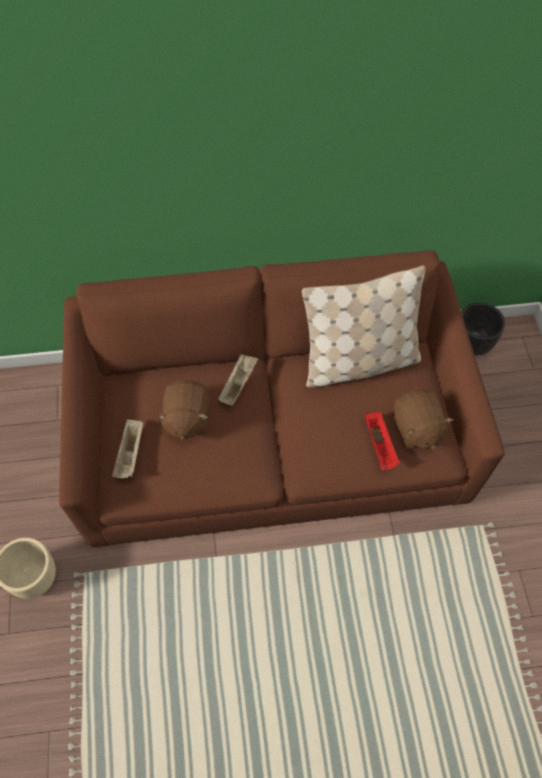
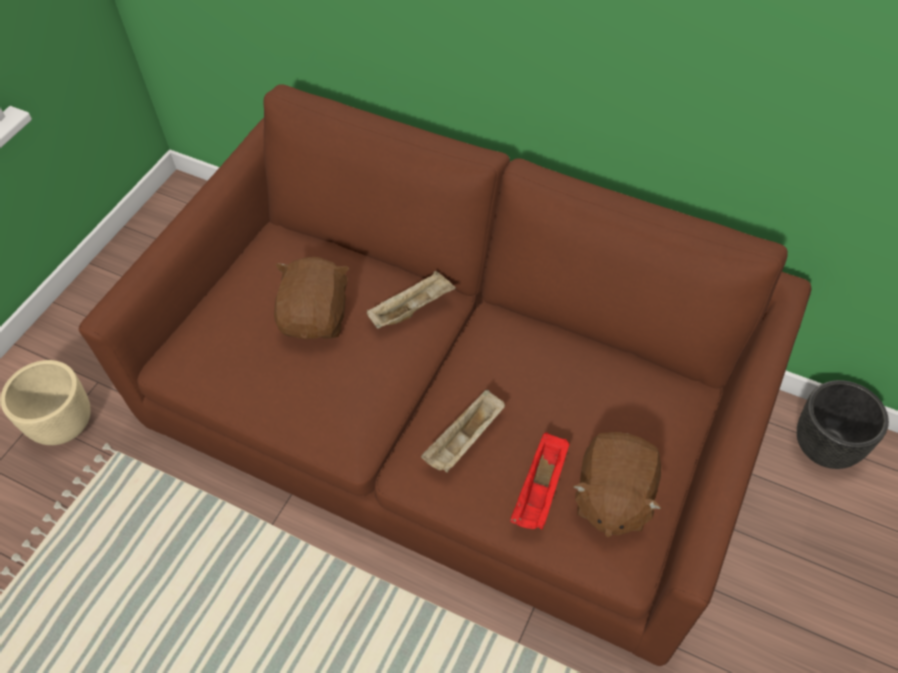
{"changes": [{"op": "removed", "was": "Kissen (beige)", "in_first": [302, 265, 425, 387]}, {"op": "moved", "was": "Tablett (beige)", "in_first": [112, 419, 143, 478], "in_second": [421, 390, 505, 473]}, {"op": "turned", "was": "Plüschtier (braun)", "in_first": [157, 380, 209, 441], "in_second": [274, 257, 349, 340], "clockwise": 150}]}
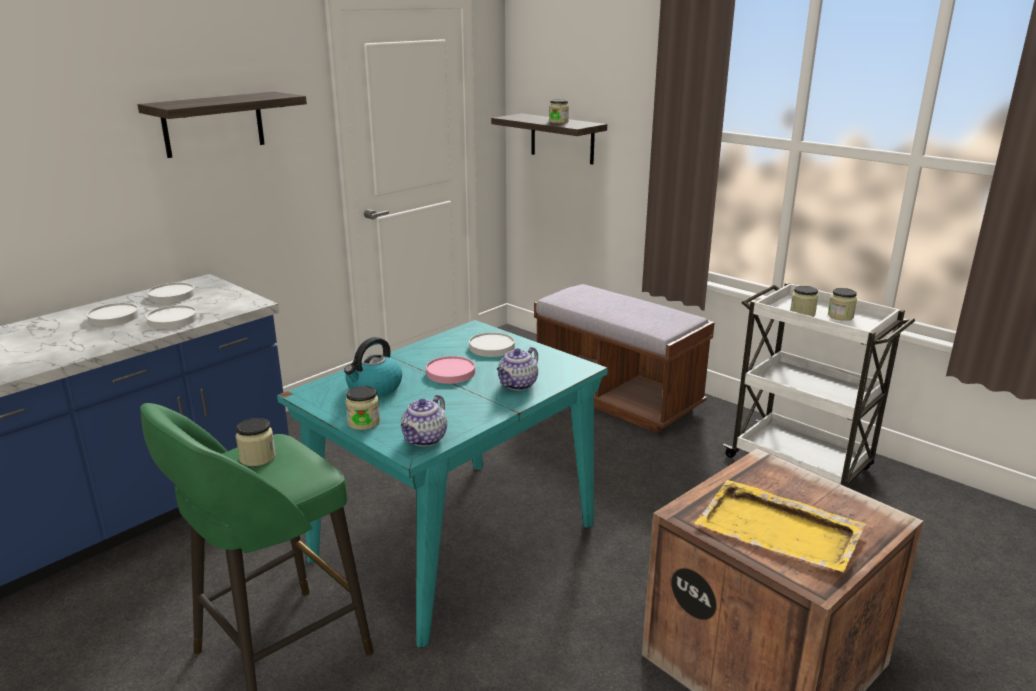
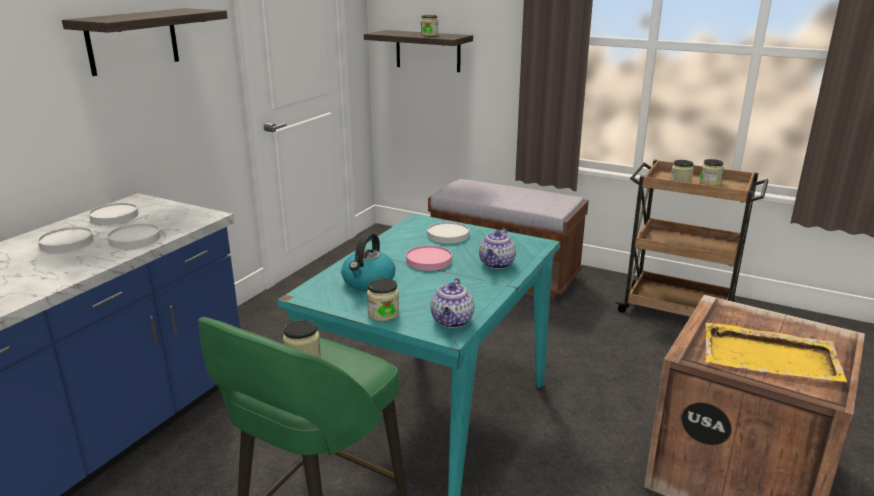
{"changes": [{"op": "recoloured", "was": "Rollwagen (weiß)", "now": "Rollwagen (braun)", "in_first": [723, 282, 915, 487], "in_second": [615, 159, 768, 317]}]}
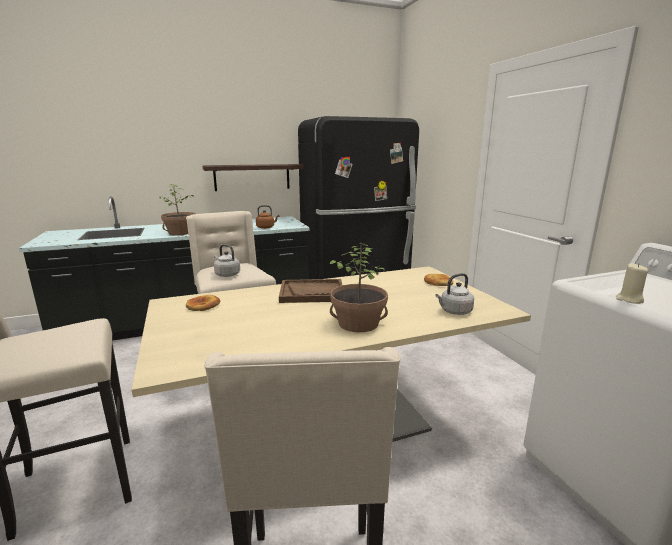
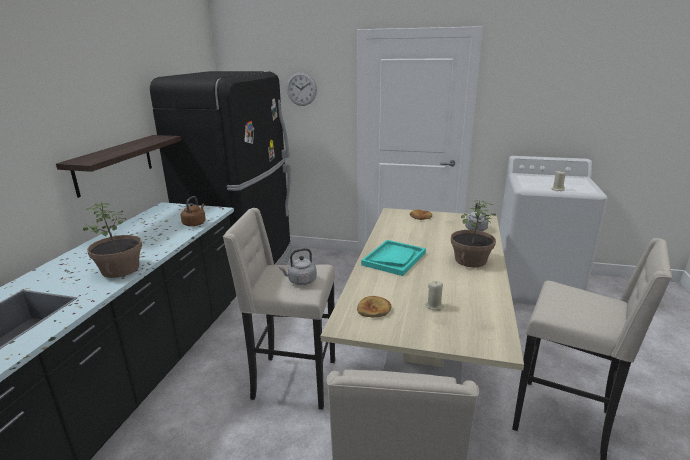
{"changes": [{"op": "added", "now": "Wanduhr", "in_second": [286, 72, 317, 106]}, {"op": "added", "now": "Kerze (beige)", "in_second": [425, 281, 444, 311]}, {"op": "recoloured", "was": "Tablett (braun)", "now": "Tablett (türkis)", "in_first": [279, 279, 342, 303], "in_second": [361, 240, 426, 276]}]}
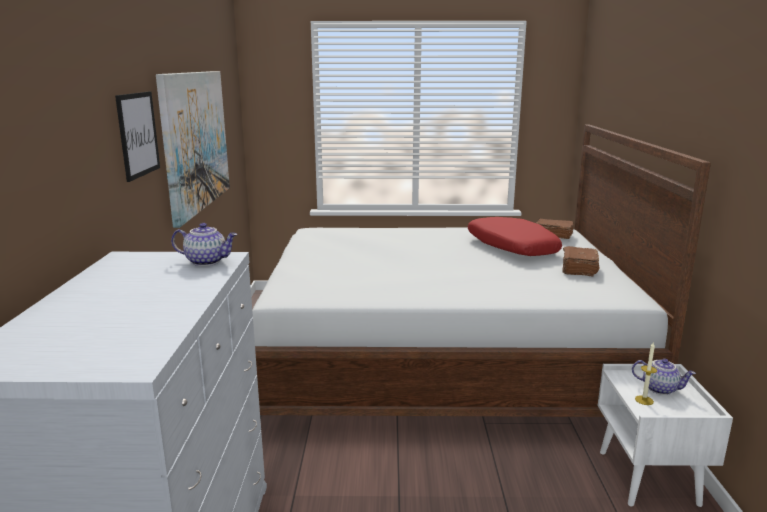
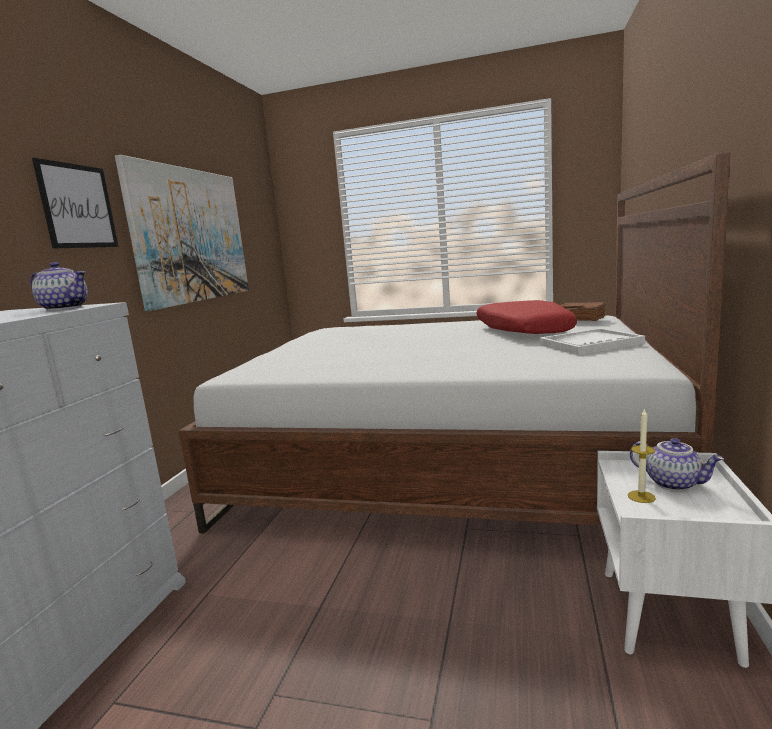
{"changes": [{"op": "replaced", "was": "Buch (braun)", "now": "Tablett (weiß)", "in_first": [563, 246, 599, 277], "in_second": [539, 328, 645, 355]}]}
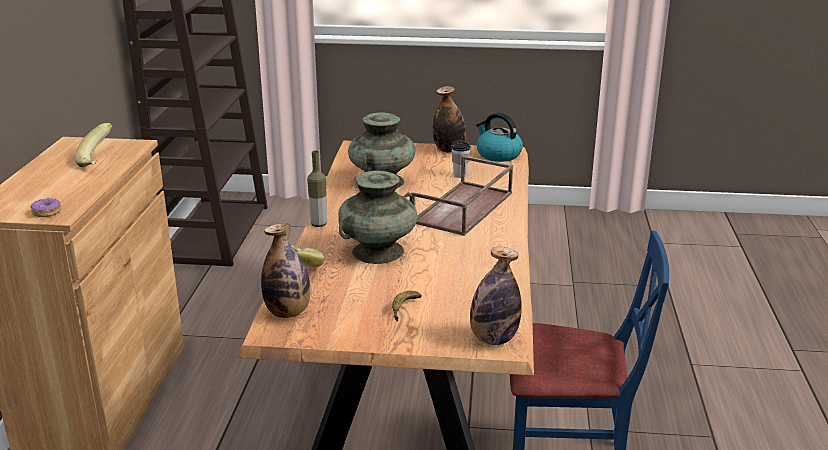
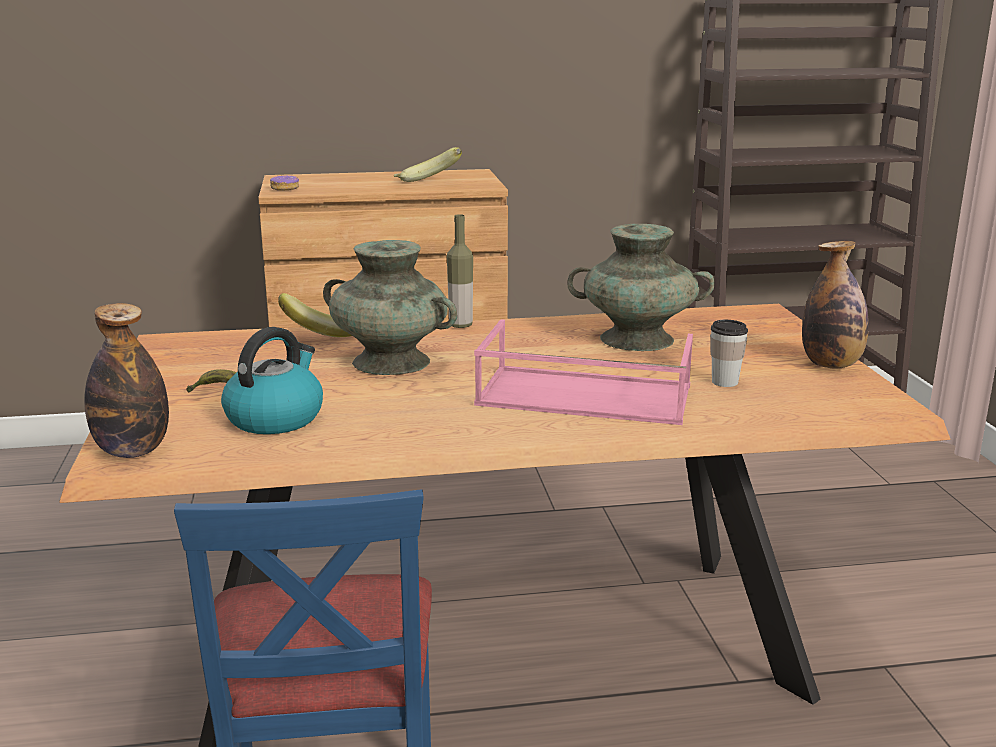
{"changes": [{"op": "removed", "was": "Flasche", "in_first": [261, 223, 310, 318]}, {"op": "moved", "was": "Wasserkessel", "in_first": [476, 113, 523, 162], "in_second": [221, 327, 323, 434]}, {"op": "recoloured", "was": "Tablett (braun)", "now": "Tablett (rosa)", "in_first": [411, 156, 513, 236], "in_second": [474, 319, 693, 425]}]}
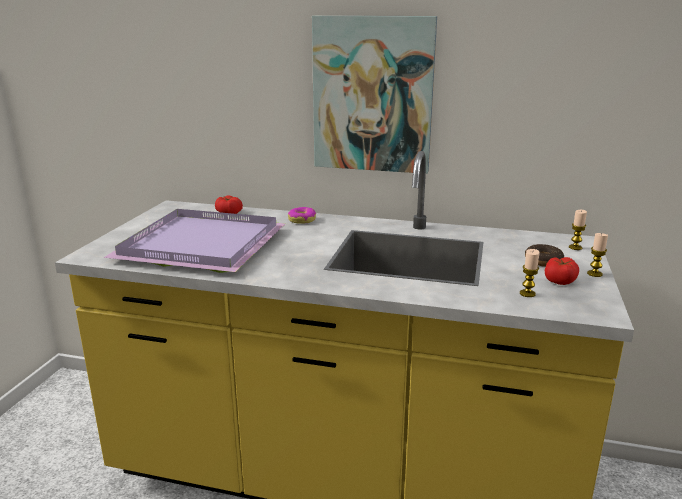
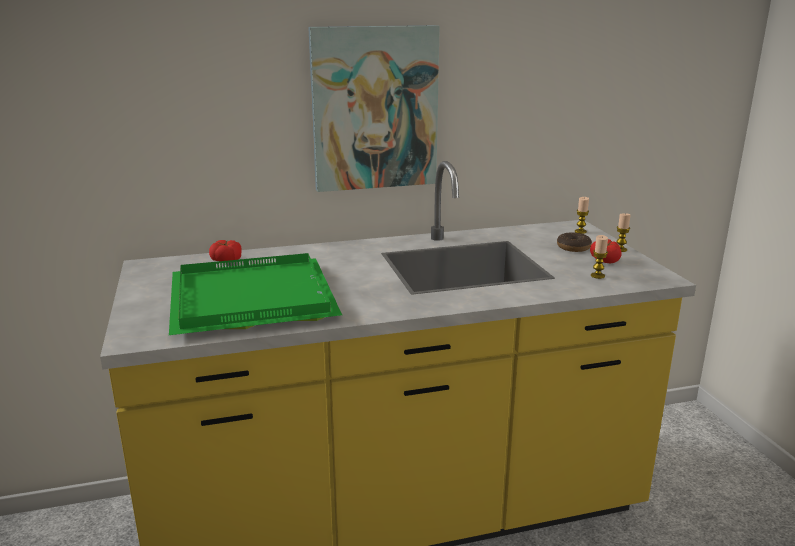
{"changes": [{"op": "removed", "was": "Donut", "in_first": [288, 207, 316, 224]}, {"op": "recoloured", "was": "Tablett (lila)", "now": "Tablett (grün)", "in_first": [103, 209, 286, 273], "in_second": [169, 253, 342, 335]}]}
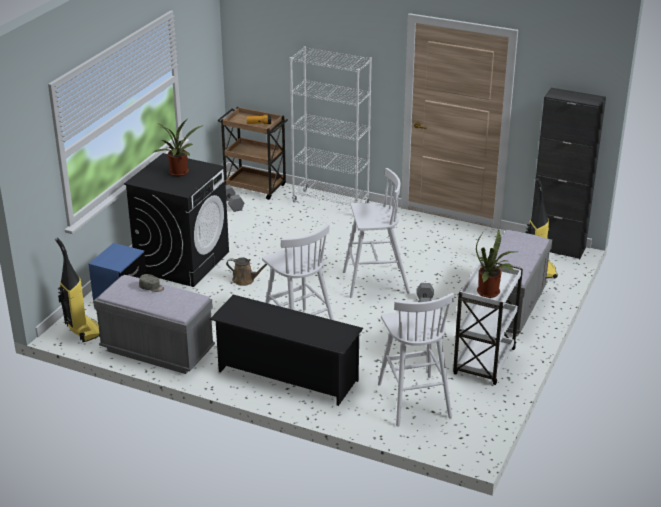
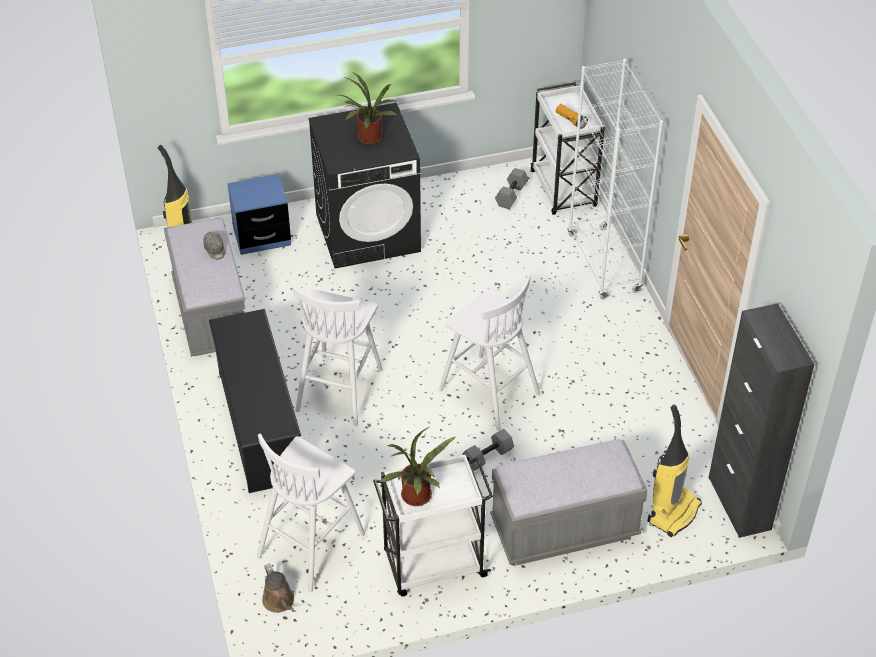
{"changes": [{"op": "moved", "was": "Gießkanne (braun)", "in_first": [226, 257, 267, 286], "in_second": [262, 564, 294, 613]}, {"op": "recoloured", "was": "Rollwagen (braun)", "now": "Rollwagen (weiß)", "in_first": [218, 107, 288, 200], "in_second": [530, 82, 605, 215]}]}
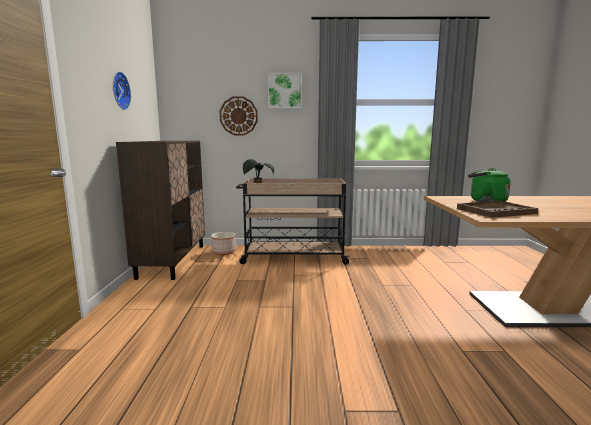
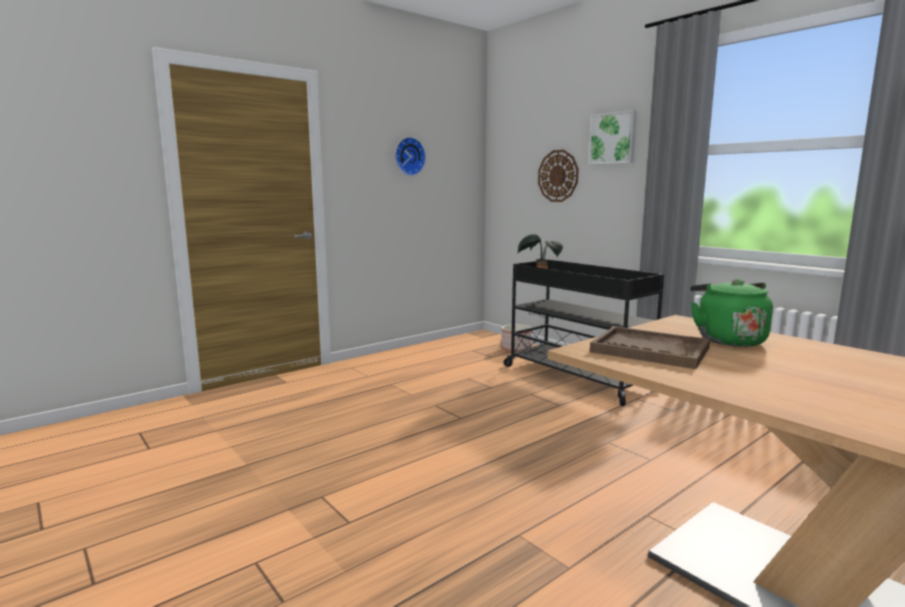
{"changes": [{"op": "removed", "was": "Schrank (braun)", "in_first": [116, 141, 205, 280]}, {"op": "recoloured", "was": "Rollwagen (beige)", "now": "Rollwagen (schwarz)", "in_first": [236, 178, 350, 265], "in_second": [504, 260, 664, 406]}]}
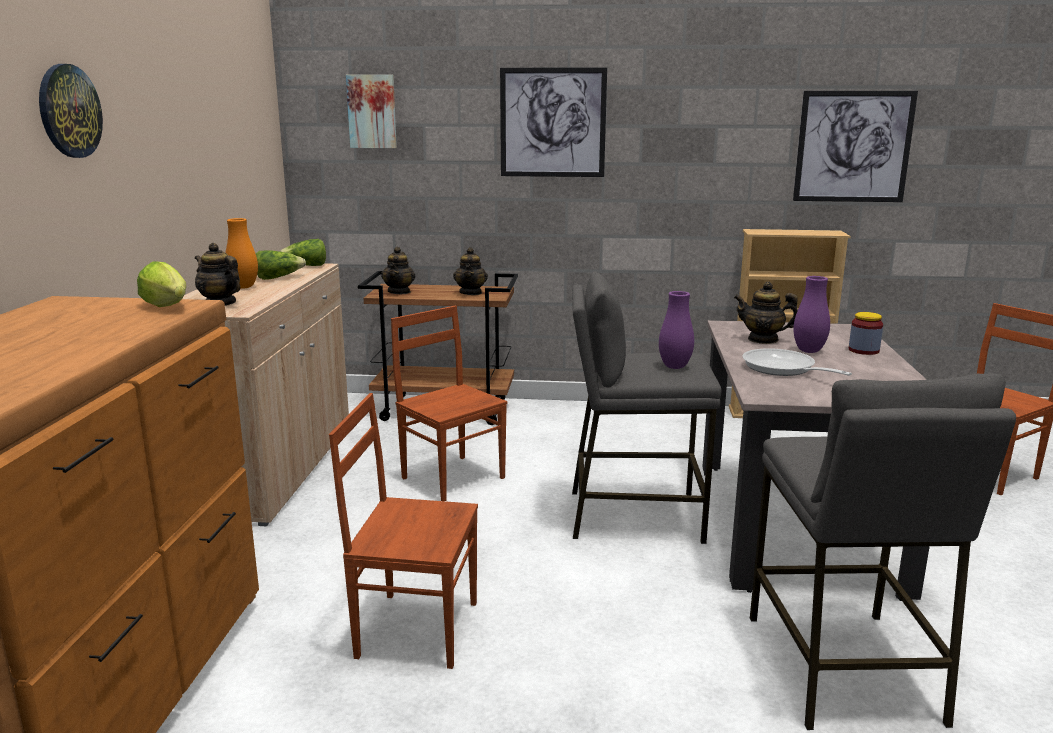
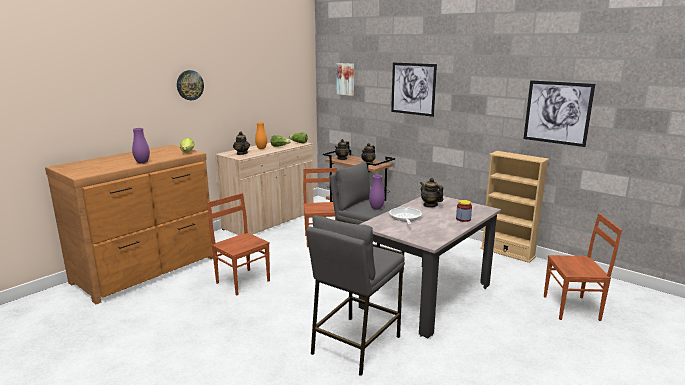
{"changes": [{"op": "moved", "was": "Vase (lila)", "in_first": [793, 276, 830, 353], "in_second": [132, 128, 150, 164]}]}
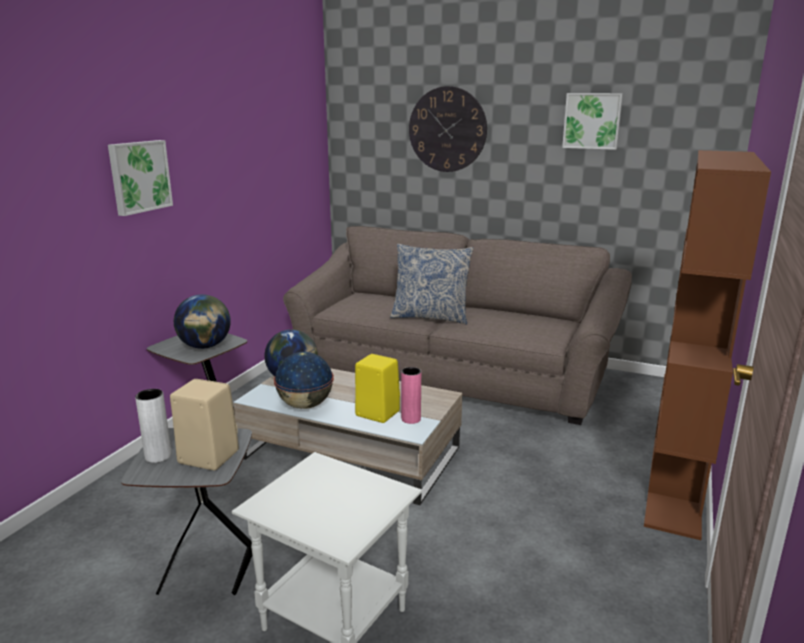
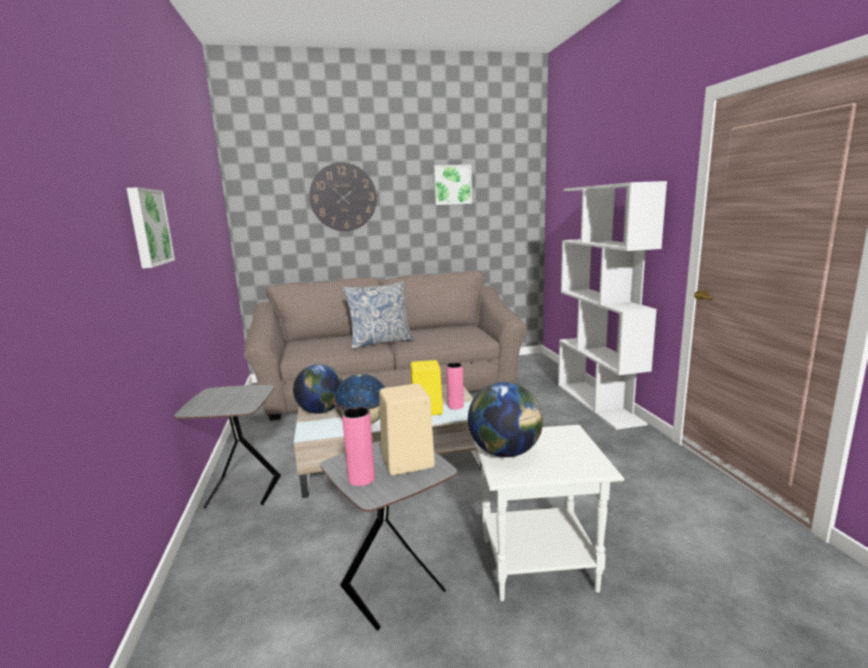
{"changes": [{"op": "moved", "was": "Globus", "in_first": [174, 294, 231, 349], "in_second": [468, 382, 543, 457]}, {"op": "recoloured", "was": "Vase (weiß)", "now": "Vase (rosa)", "in_first": [135, 389, 172, 463], "in_second": [342, 407, 375, 486]}, {"op": "recoloured", "was": "Bücherregal (braun)", "now": "Bücherregal (weiß)", "in_first": [644, 150, 771, 540], "in_second": [558, 181, 667, 430]}]}
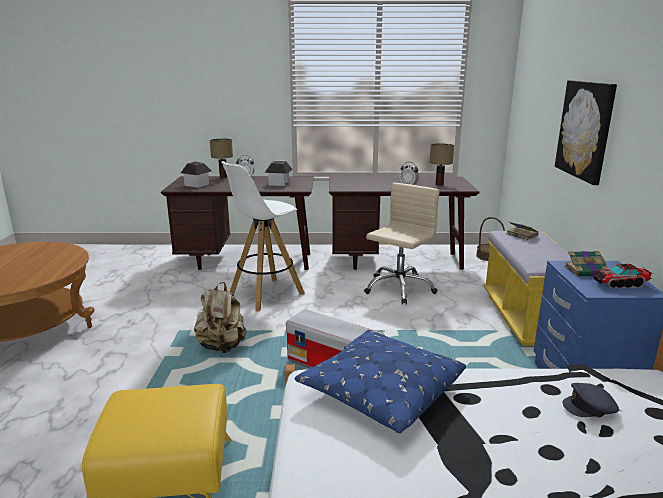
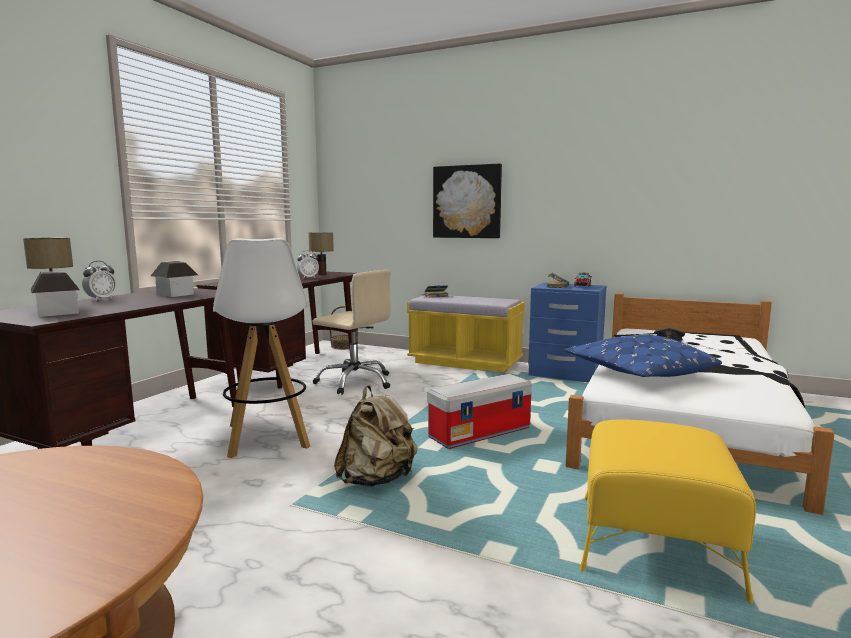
{"changes": [{"op": "turned", "was": "Bürostuhl (beige)", "in_first": [364, 183, 440, 304], "in_second": [313, 270, 391, 395], "clockwise": 150}]}
